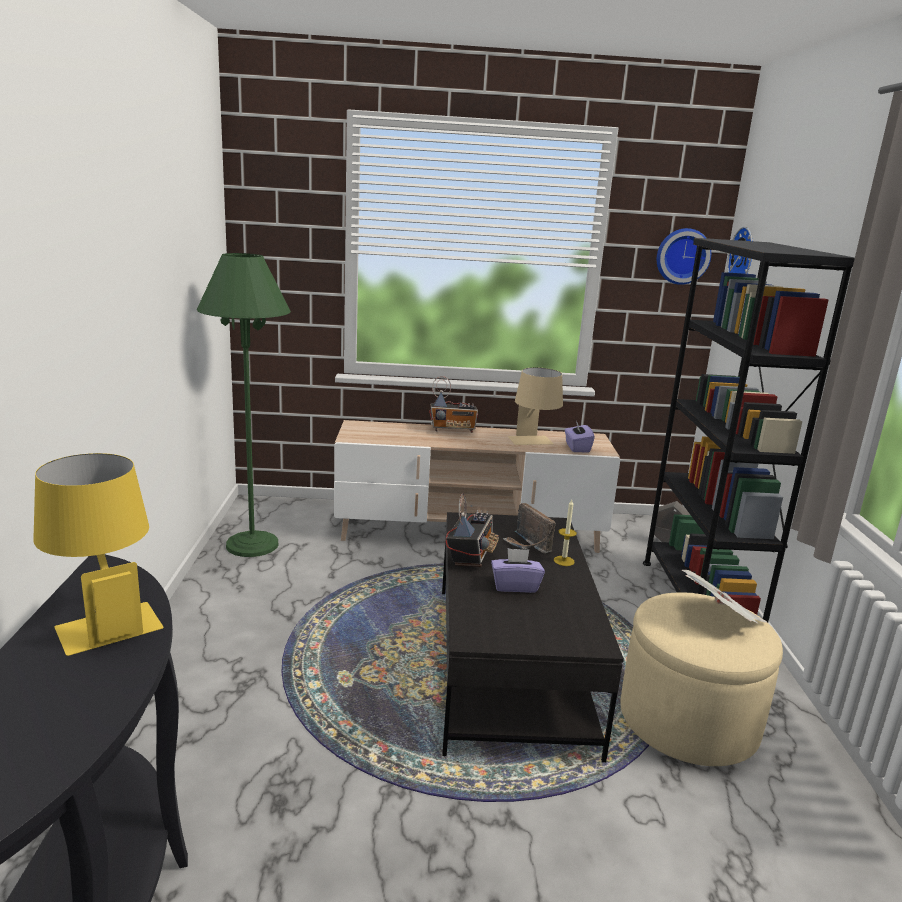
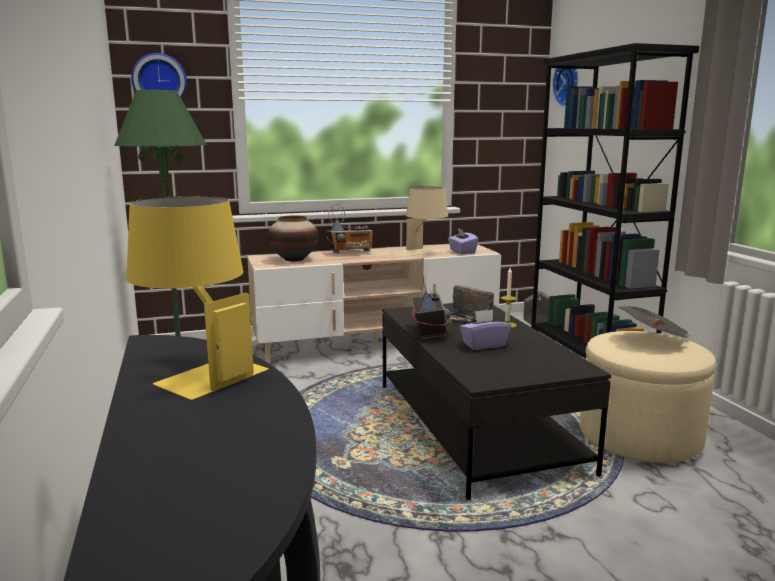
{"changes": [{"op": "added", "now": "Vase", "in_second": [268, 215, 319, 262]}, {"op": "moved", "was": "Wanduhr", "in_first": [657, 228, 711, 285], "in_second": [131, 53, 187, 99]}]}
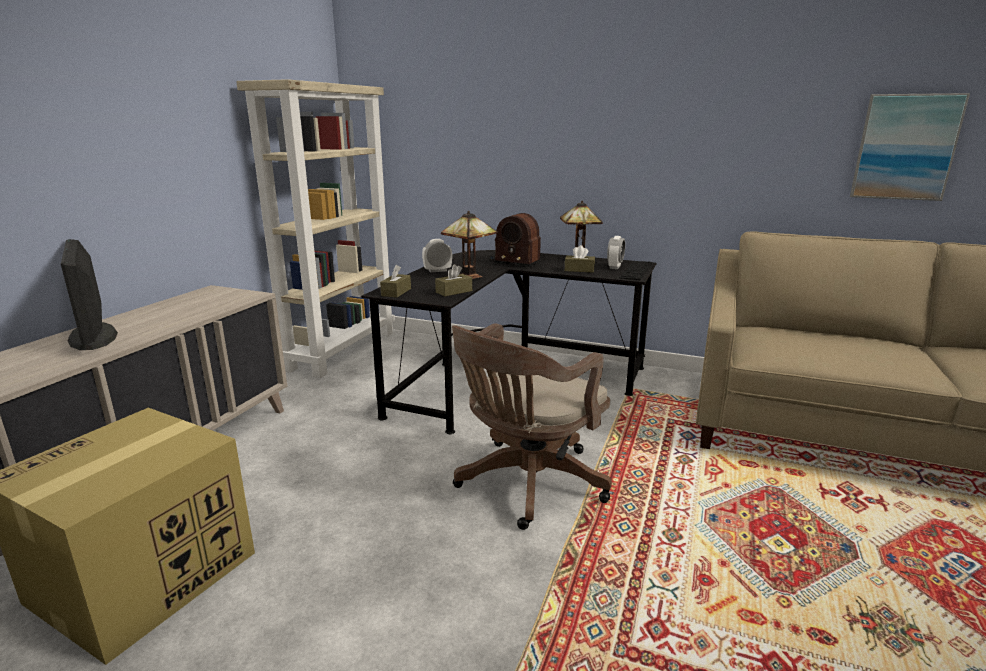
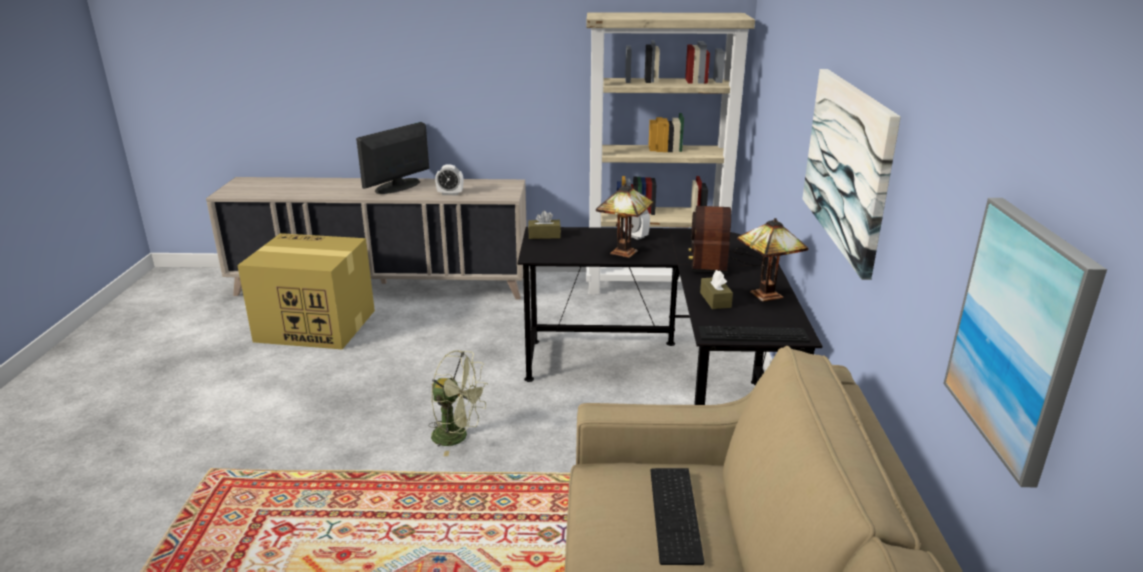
{"changes": [{"op": "removed", "was": "Taschentuchbox (braun)", "in_first": [435, 264, 472, 296]}, {"op": "added", "now": "Tastatur", "in_second": [650, 468, 704, 565]}, {"op": "added", "now": "Bild", "in_second": [802, 69, 901, 280]}, {"op": "moved", "was": "Wecker", "in_first": [607, 236, 625, 269], "in_second": [435, 164, 463, 195]}, {"op": "replaced", "was": "Bürostuhl (braun)", "now": "Ventilator (grün)", "in_first": [452, 323, 612, 530], "in_second": [428, 350, 488, 456]}]}
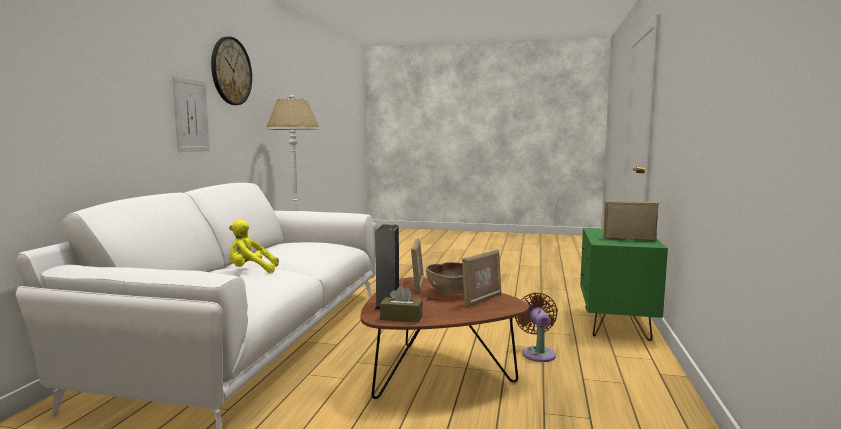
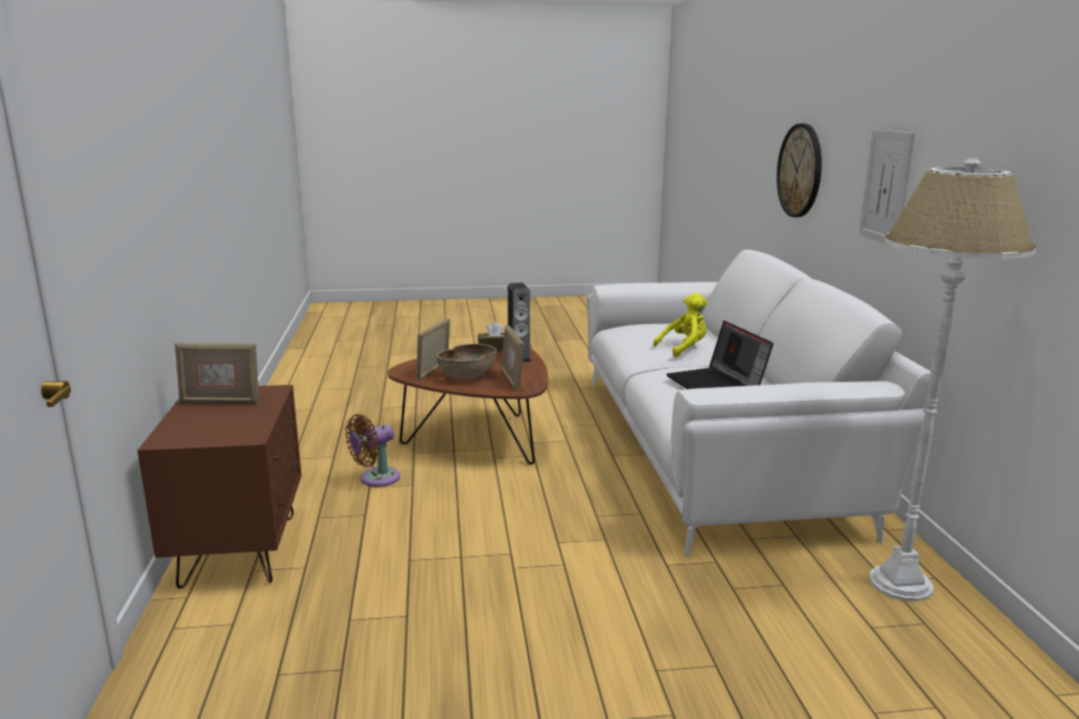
{"changes": [{"op": "added", "now": "Laptop", "in_second": [666, 321, 773, 389]}, {"op": "moved", "was": "Wanduhr", "in_first": [211, 37, 252, 105], "in_second": [777, 124, 822, 217]}, {"op": "recoloured", "was": "Nachttisch (grün)", "now": "Nachttisch (braun)", "in_first": [580, 228, 668, 341], "in_second": [137, 385, 302, 589]}, {"op": "turned", "was": "Ventilator (braun)", "in_first": [515, 292, 558, 362], "in_second": [345, 414, 400, 487], "clockwise": 75}]}
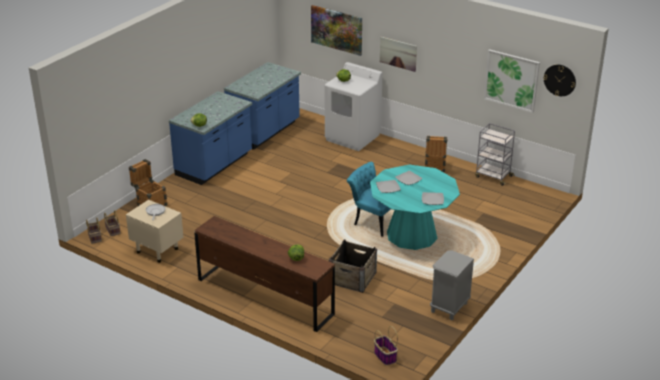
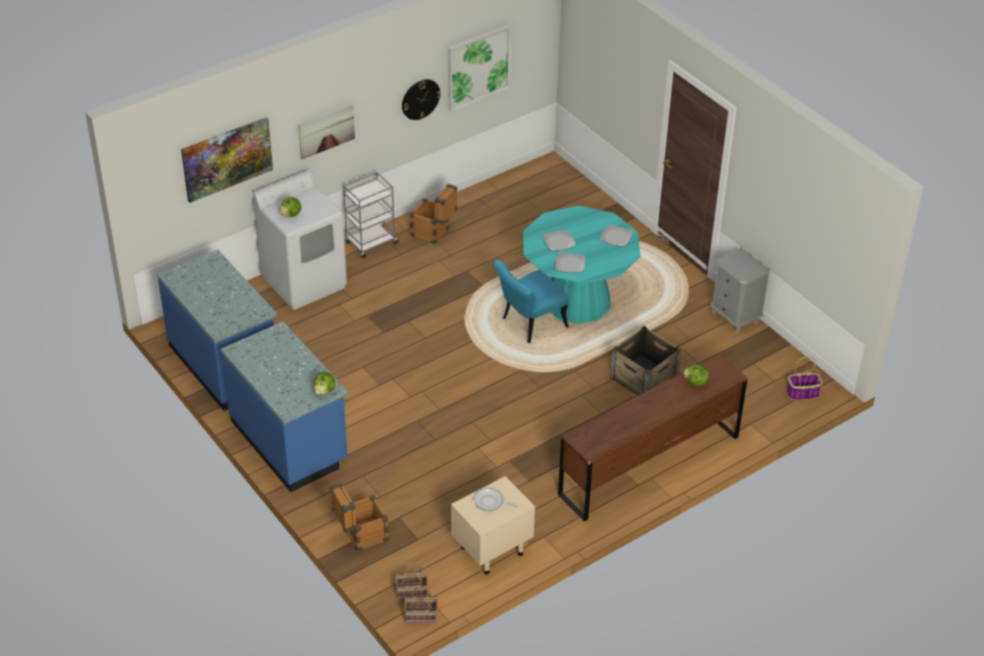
{"changes": [{"op": "moved", "was": "Rollwagen (grau)", "in_first": [475, 123, 515, 186], "in_second": [343, 172, 399, 258]}, {"op": "moved", "was": "Wanduhr", "in_first": [543, 65, 576, 96], "in_second": [402, 79, 441, 120]}]}
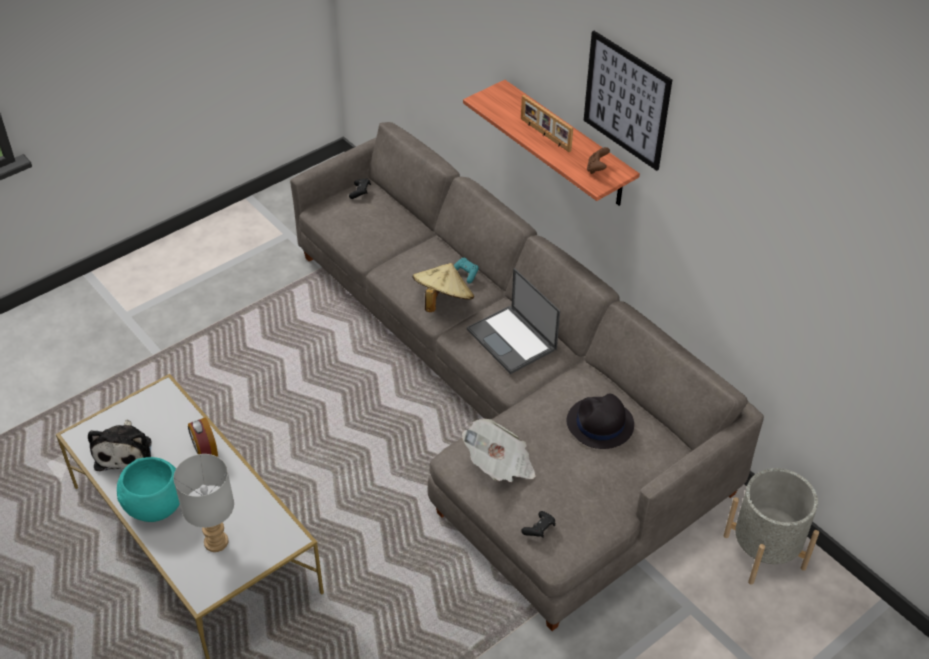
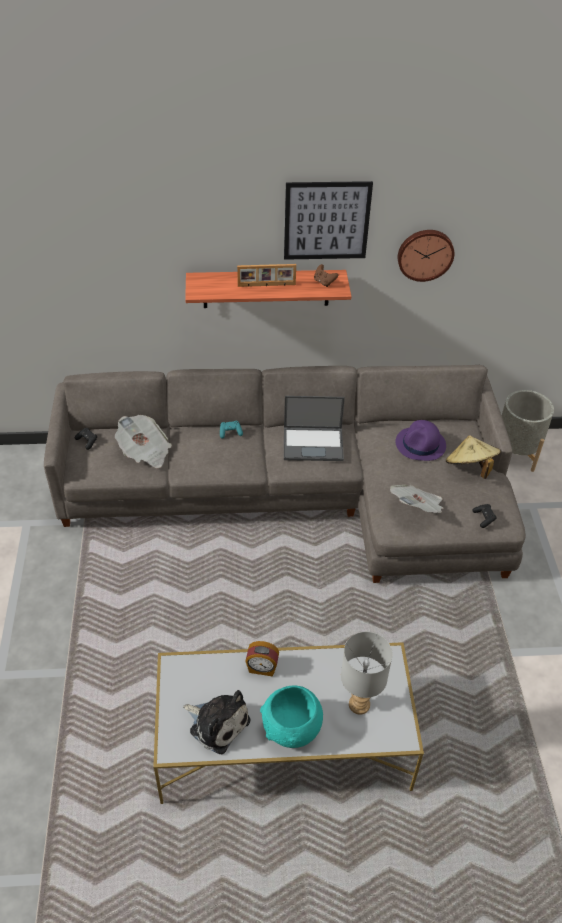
{"changes": [{"op": "added", "now": "Zeitung", "in_second": [115, 415, 171, 468]}, {"op": "added", "now": "Wanduhr", "in_second": [398, 230, 454, 282]}, {"op": "moved", "was": "Hut (beige)", "in_first": [412, 263, 474, 312], "in_second": [446, 435, 501, 479]}, {"op": "recoloured", "was": "Hut (schwarz)", "now": "Hut (lila)", "in_first": [567, 393, 634, 449], "in_second": [396, 420, 446, 461]}]}
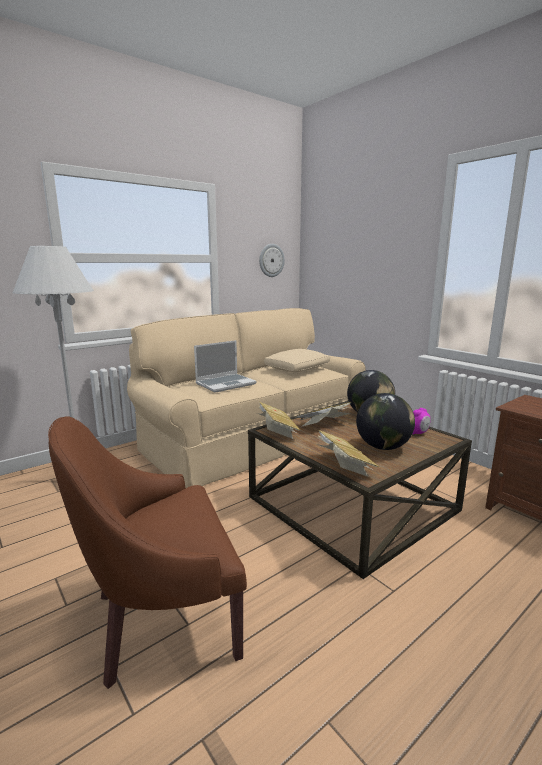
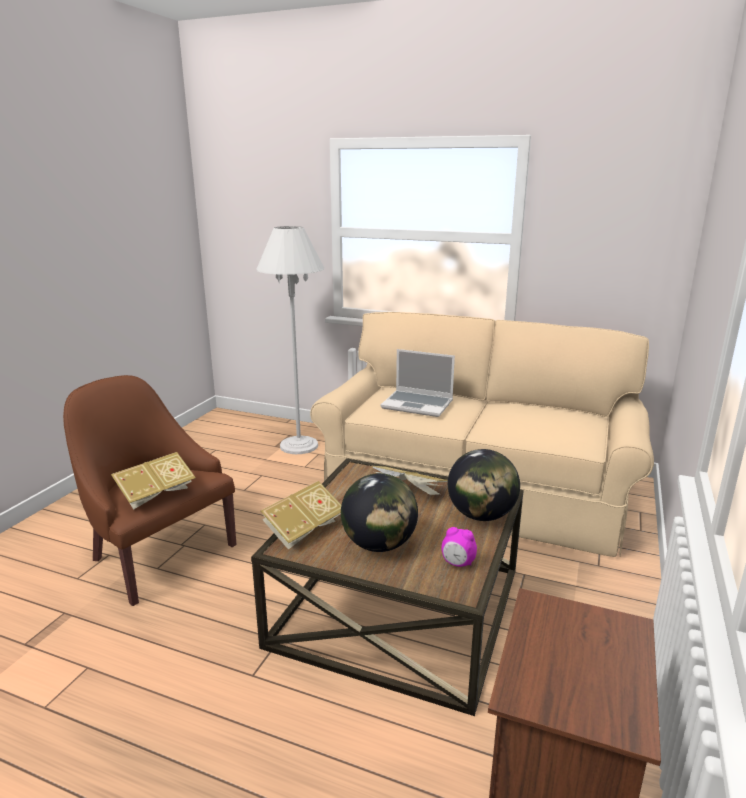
{"changes": [{"op": "removed", "was": "Wanduhr", "in_first": [259, 244, 285, 277]}, {"op": "removed", "was": "Kissen (beige)", "in_first": [264, 349, 330, 372]}, {"op": "moved", "was": "Buch", "in_first": [257, 402, 301, 439], "in_second": [111, 452, 196, 509]}]}
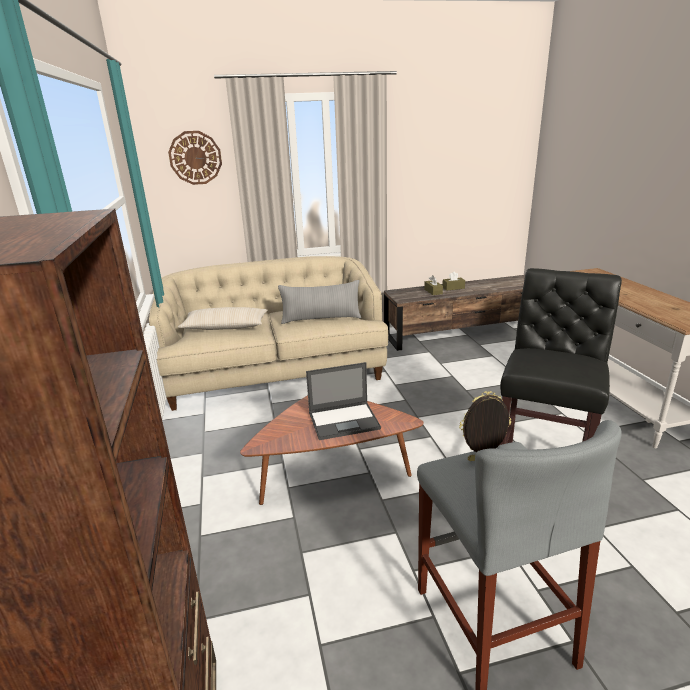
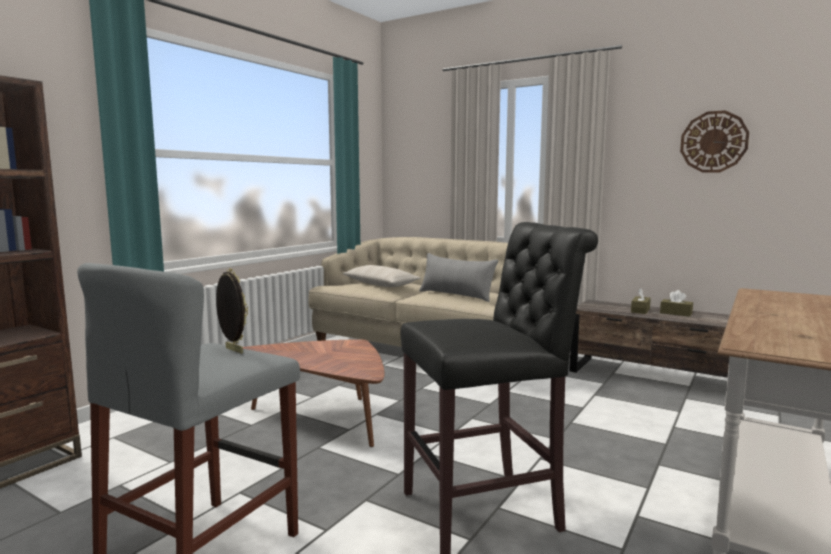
{"changes": [{"op": "removed", "was": "Laptop", "in_first": [306, 362, 381, 440]}, {"op": "moved", "was": "Wanduhr", "in_first": [168, 131, 222, 185], "in_second": [680, 110, 749, 173]}]}
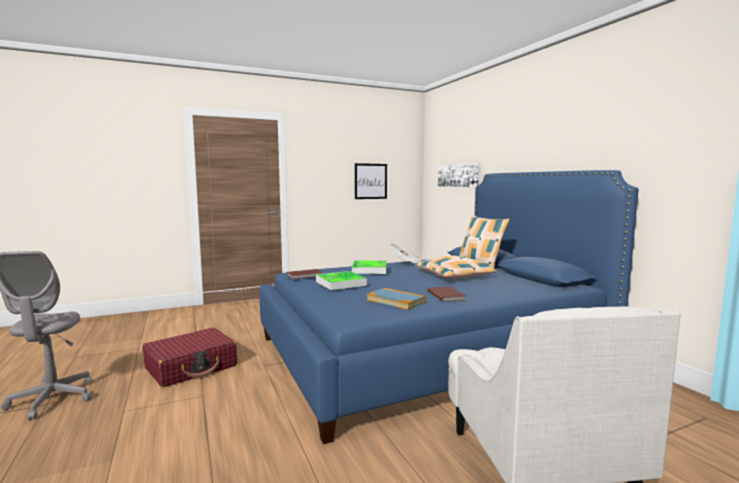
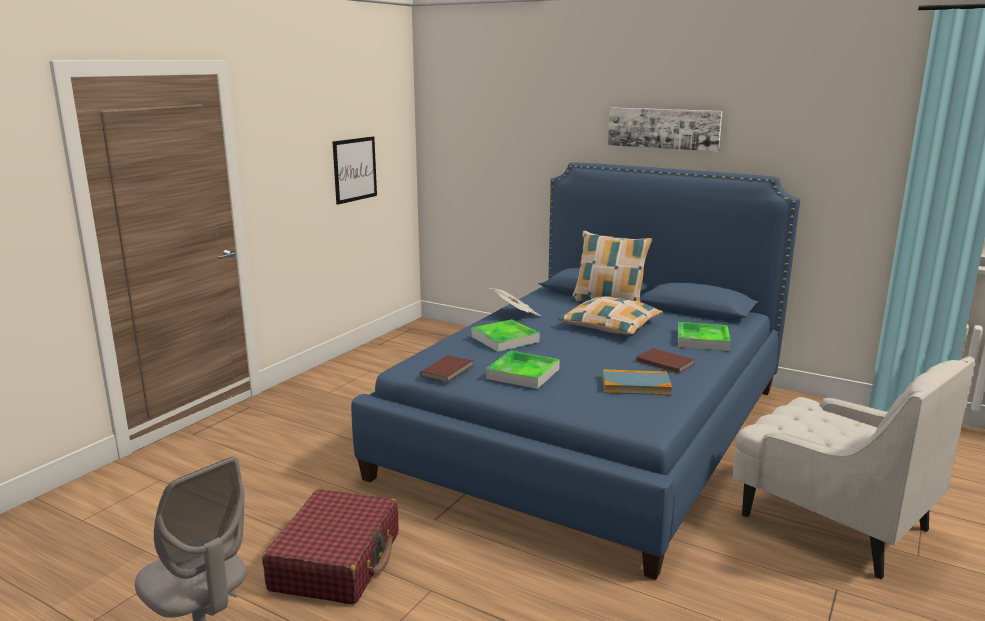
{"changes": [{"op": "added", "now": "Tablett", "in_second": [678, 322, 731, 351]}, {"op": "moved", "was": "Bild", "in_first": [438, 163, 480, 187], "in_second": [608, 107, 723, 152]}]}
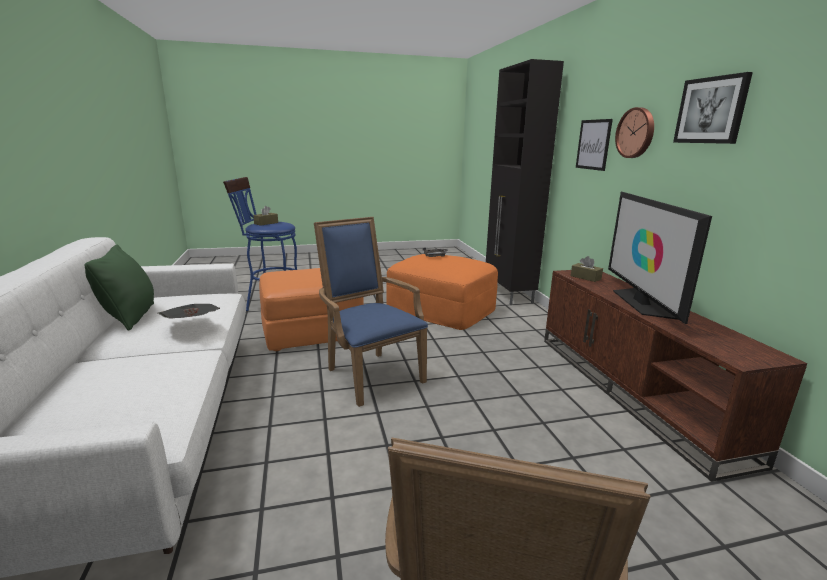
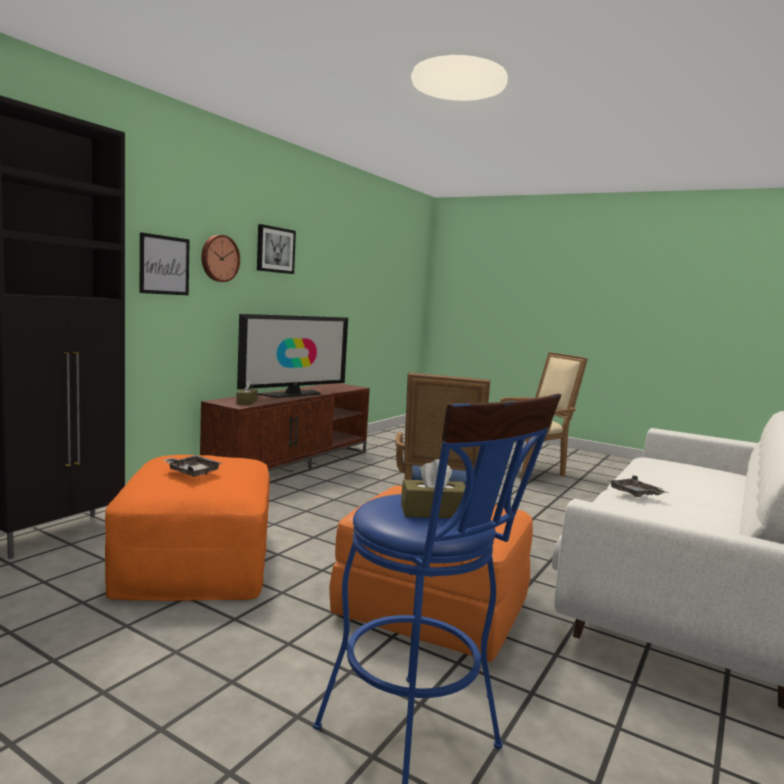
{"changes": [{"op": "removed", "was": "Kissen (grün)", "in_first": [85, 245, 154, 331]}, {"op": "replaced", "was": "Zeitung", "now": "Tablett (grau)", "in_first": [158, 304, 220, 319], "in_second": [609, 475, 669, 497]}]}
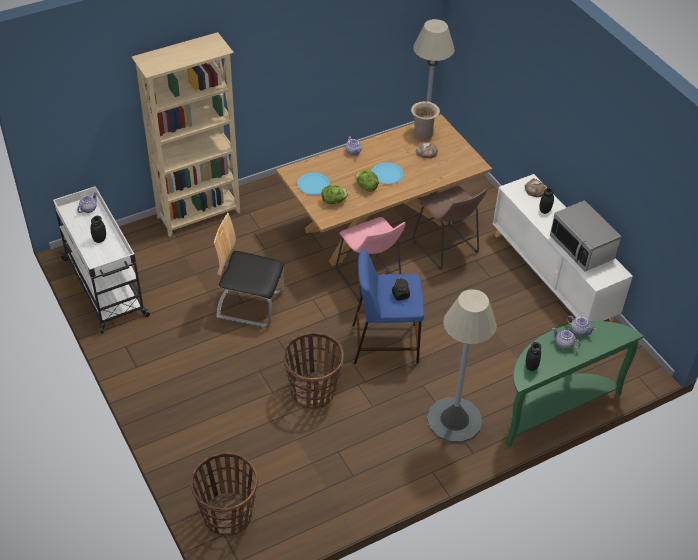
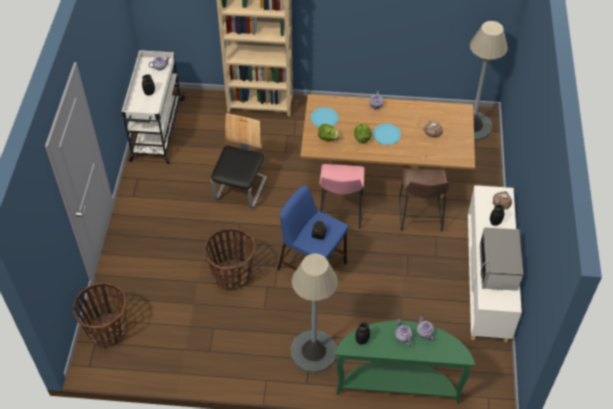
{"changes": [{"op": "removed", "was": "Vase (beige)", "in_first": [411, 101, 440, 139]}, {"op": "turned", "was": "Stuhl", "in_first": [214, 213, 284, 327], "in_second": [211, 113, 267, 209], "clockwise": 60}]}
